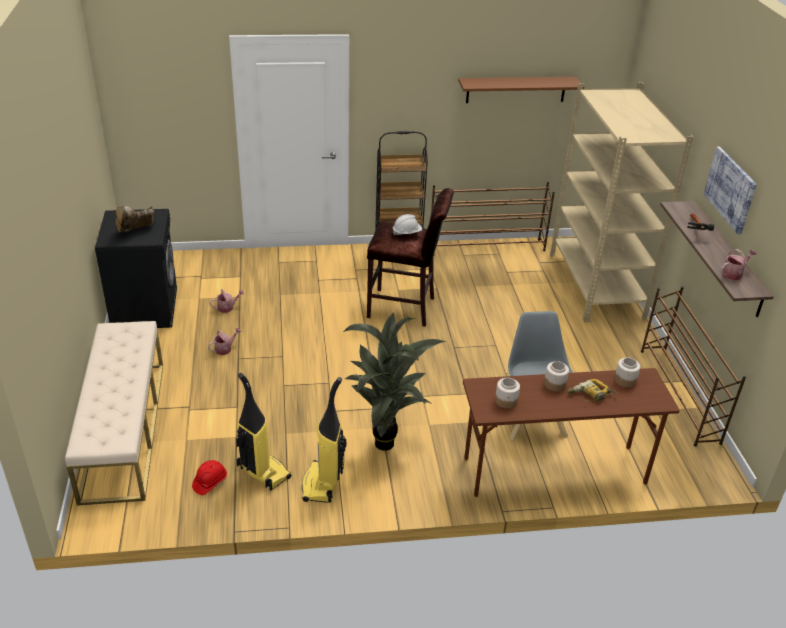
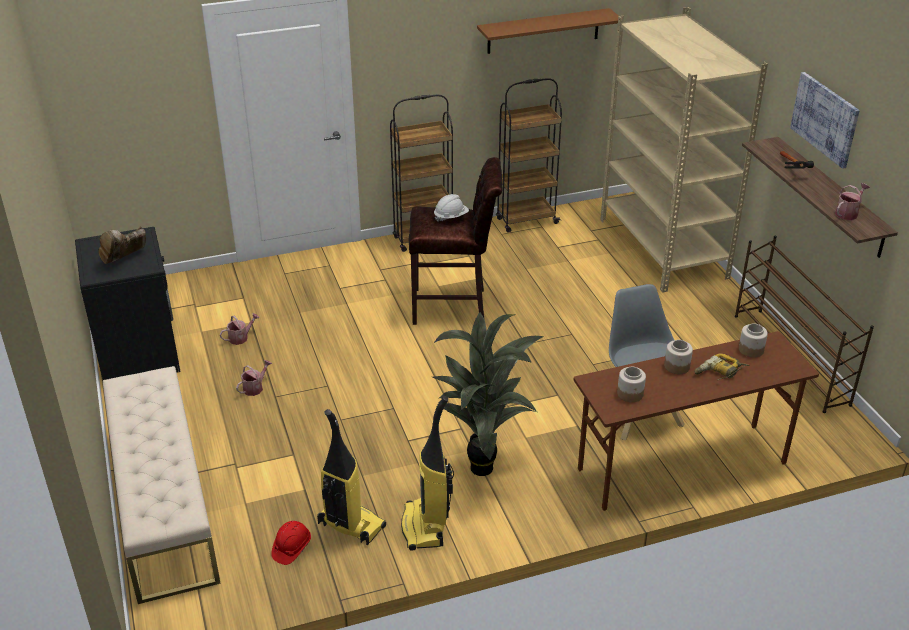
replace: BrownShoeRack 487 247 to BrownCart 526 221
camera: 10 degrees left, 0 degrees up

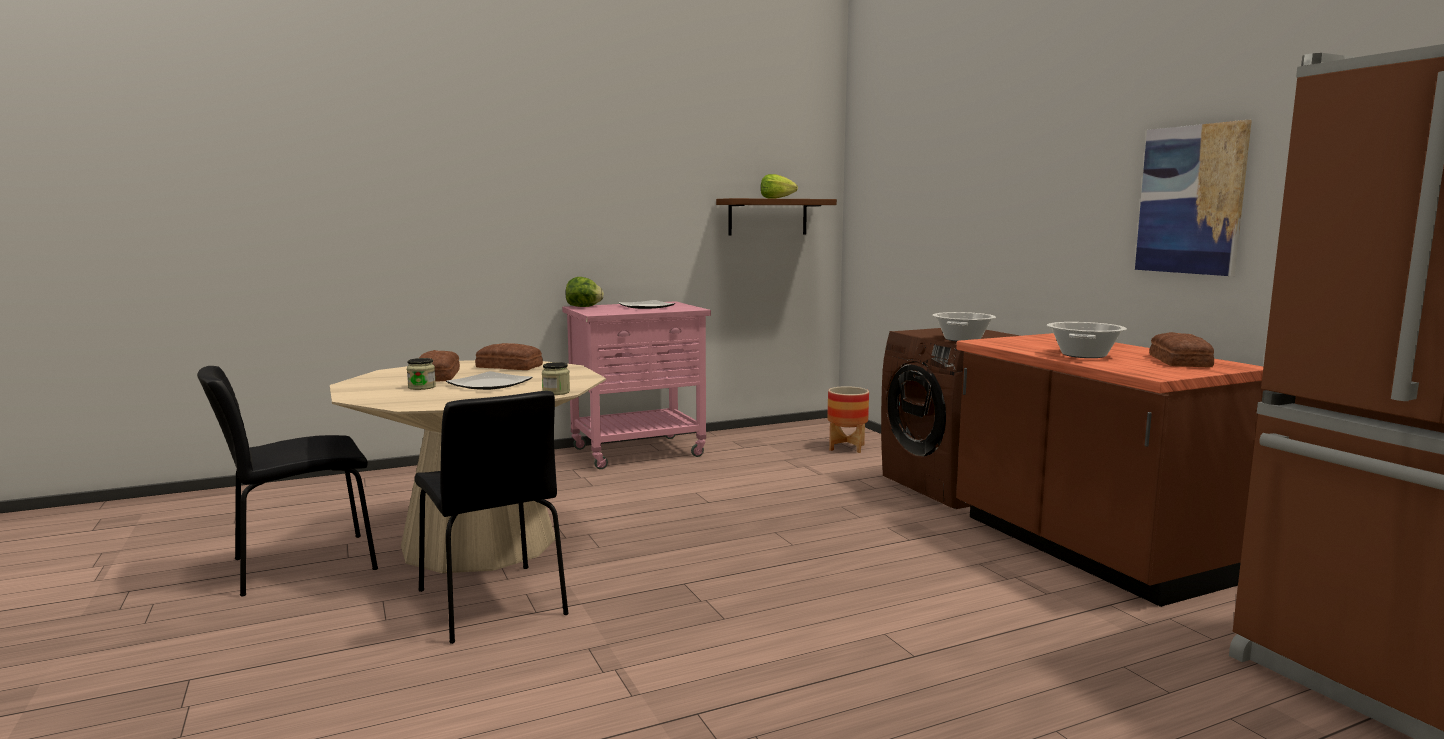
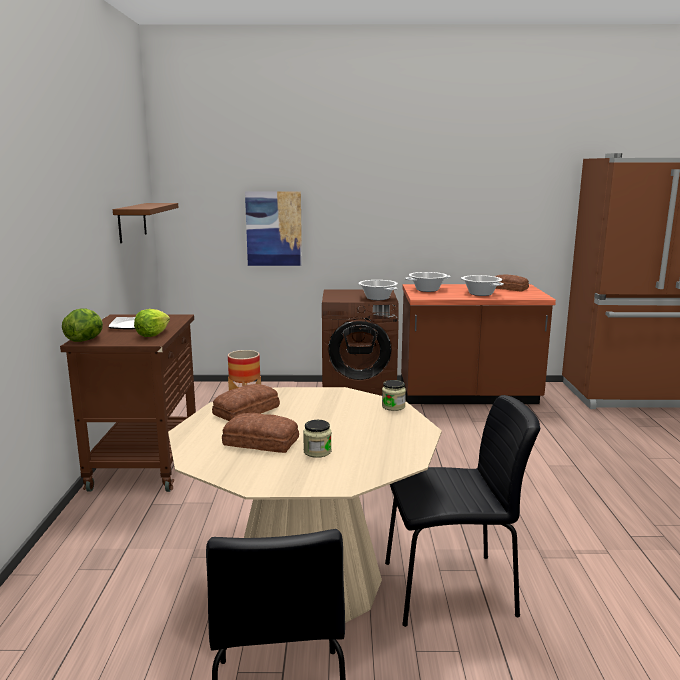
delete: Plate 491 384
insert: CookingPot 427 290
move: Lettuce 776 198 to 153 334; Picture 1191 200 to 274 228
recolor: PinkCart 639 452 to BrownCart 146 466
camera: 65 degrees left, 5 degrees up

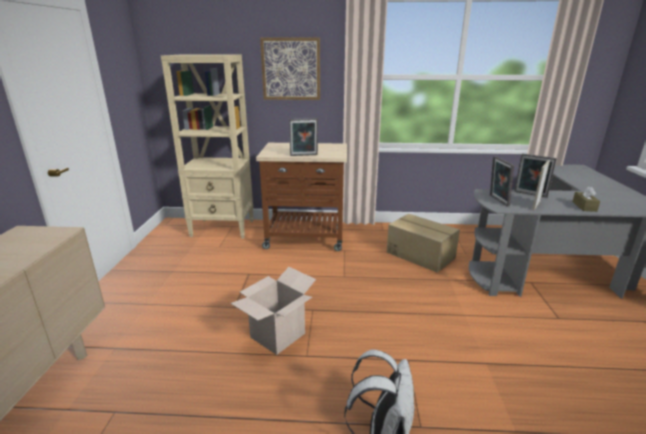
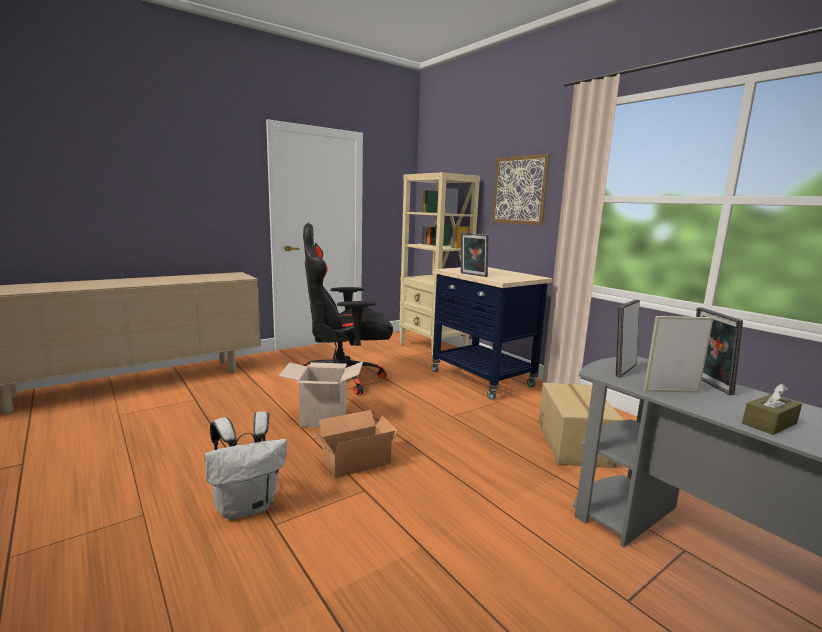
insert: BlackOfficeChair 347 380; CardboardBox 354 460
recolor: BrownCart 305 238 to BlueCart 482 379
camera: 50 degrees right, 10 degrees down

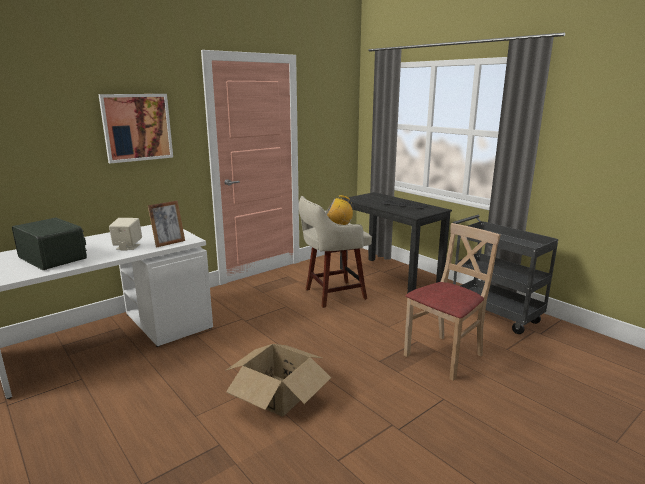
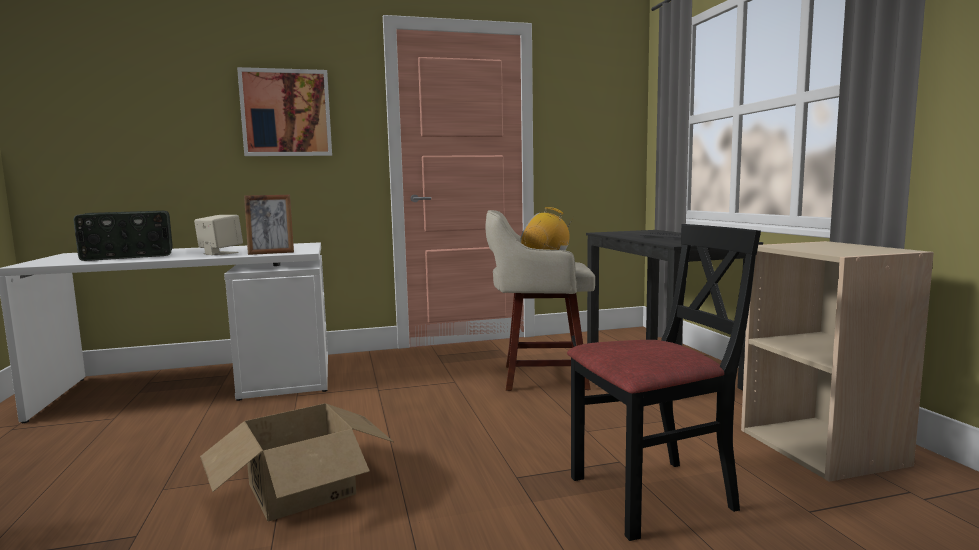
replace: GreyCart 492 315 to BeigeBookcase 823 447
recolor: BeigeChair 444 356 to BlackChair 652 495
rotate: Radio 54 258 = 128 256 90 degrees clockwise
camera: 25 degrees right, 10 degrees down

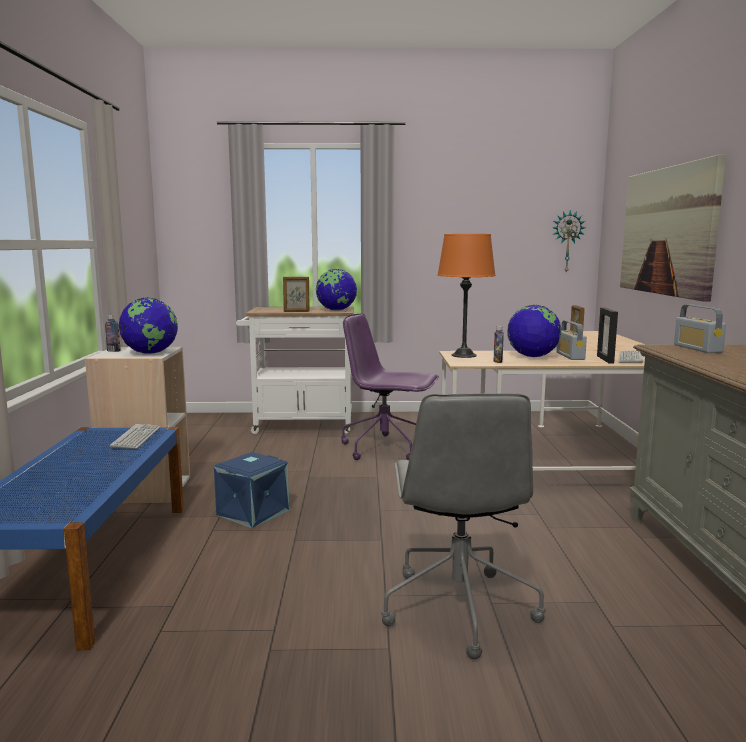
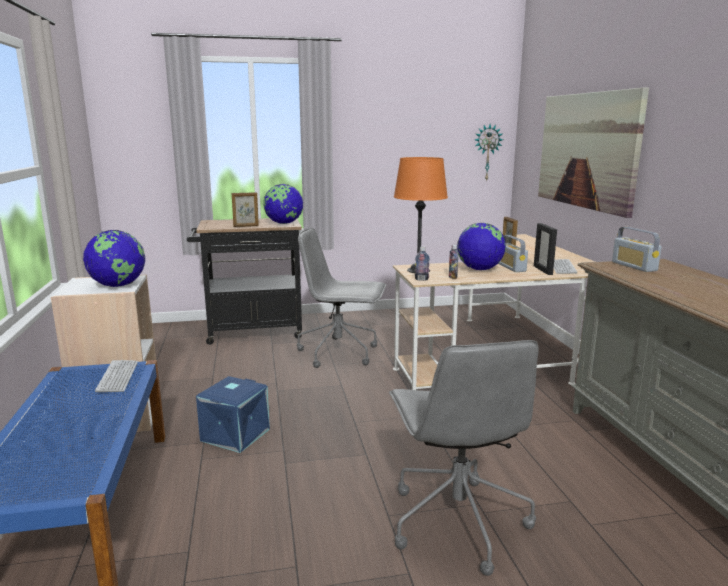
move: Bottle 113 351 to 421 279
recolor: WhiteCart 300 425 to BlackCart 251 332; PurpleOfficeChair 388 449 to GreyOfficeChair 342 353
camera: 10 degrees left, 5 degrees up

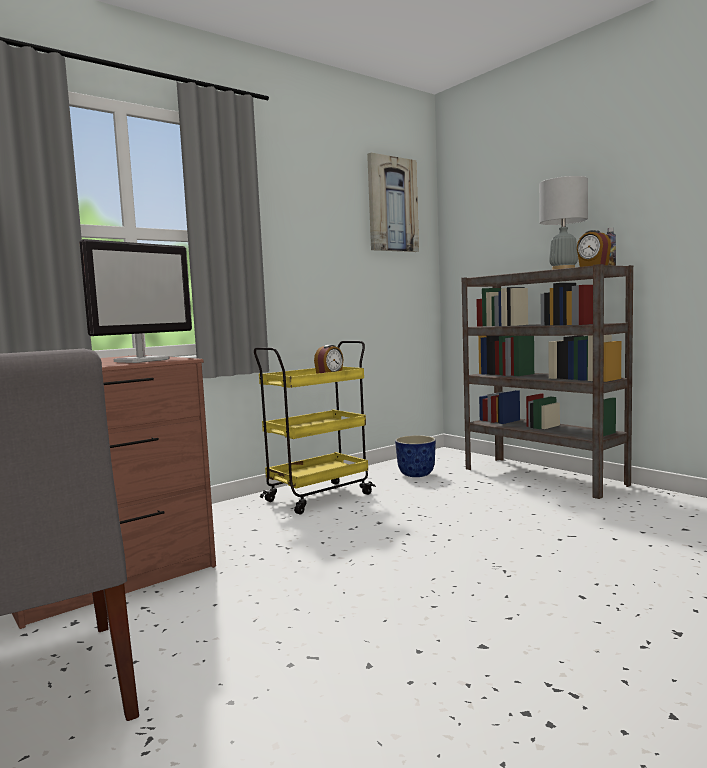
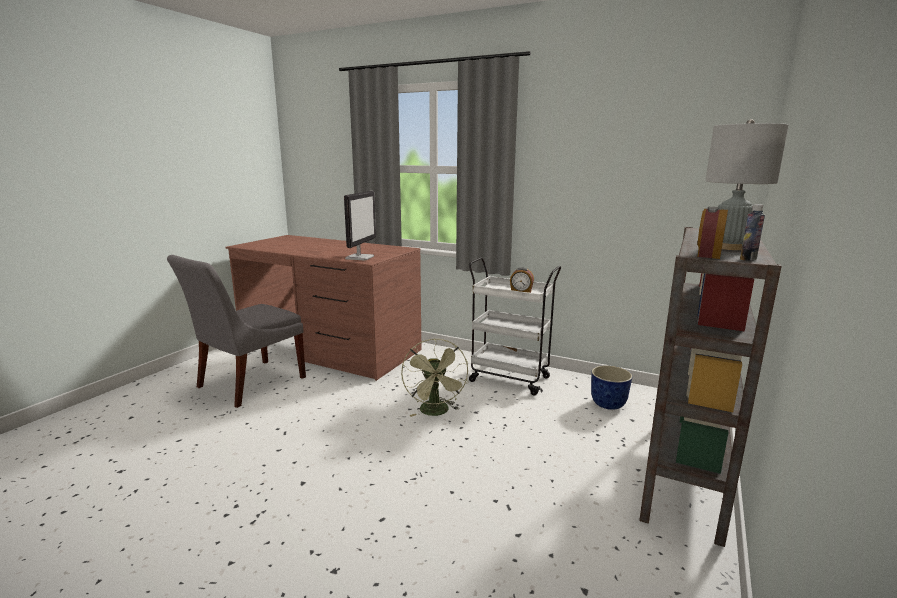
delete: Picture 392 204
insert: GreenFan 436 412
recolor: YellowCart 319 497 to WhiteCart 510 379
rotate: Monitor 142 361 = 360 257 90 degrees counterclockwise
camera: 65 degrees right, 10 degrees up

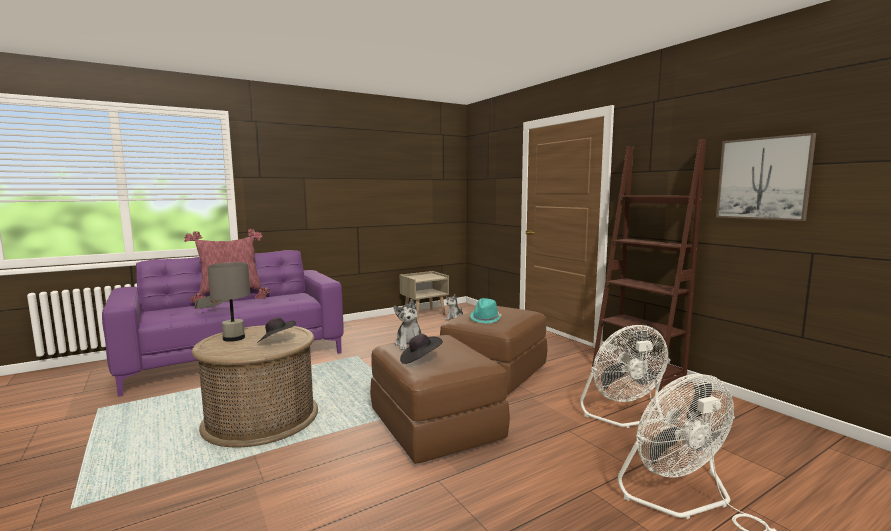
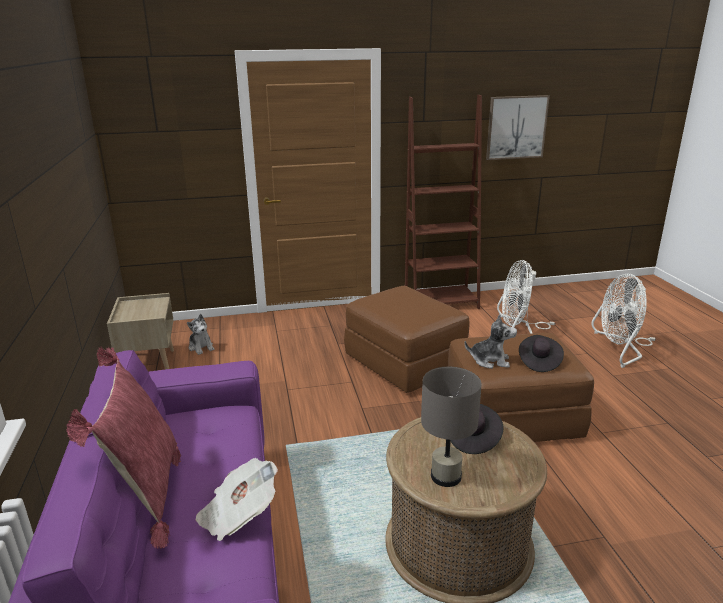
delete: TurquoiseHat 485 319
camera: 70 degrees left, 15 degrees up

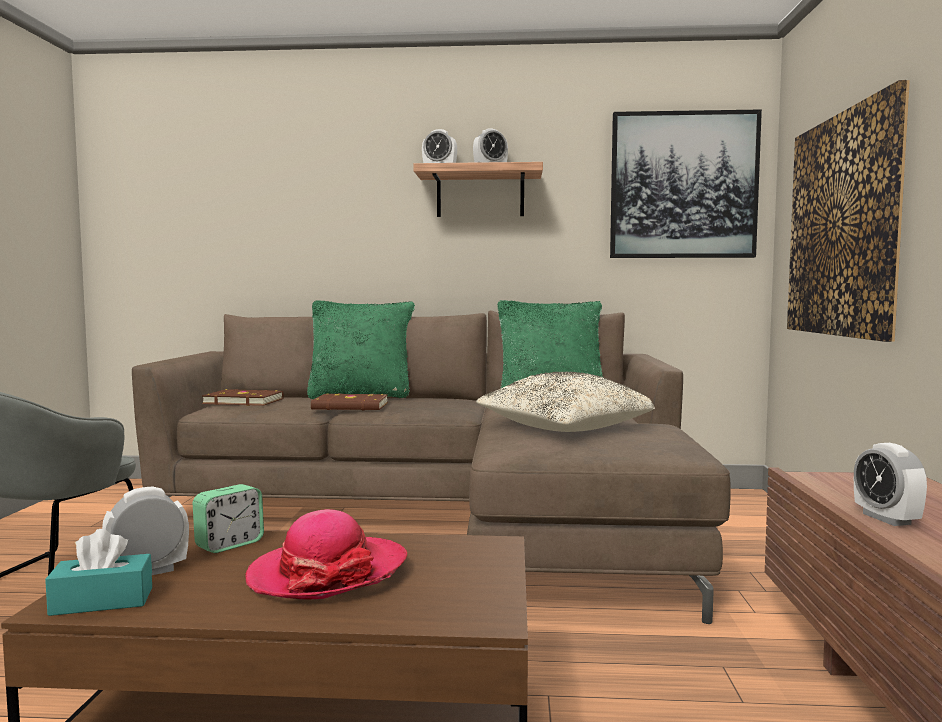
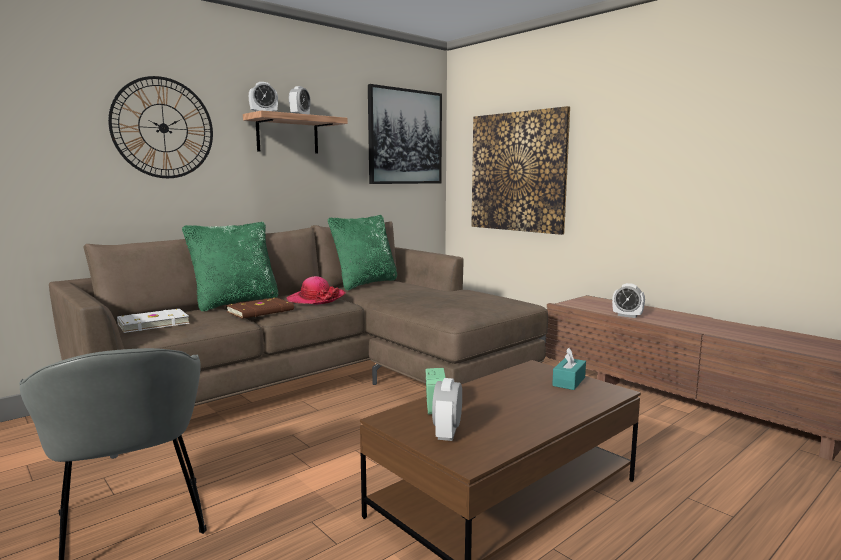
delete: BeigePillow 566 425
insert: WallClock 163 128
move: TurquoiseTissueBox 102 601 to 569 381; Hat 328 572 to 316 299
recolor: BrownBook 244 401 to WhiteBook 152 323
camera: 45 degrees left, 5 degrees up

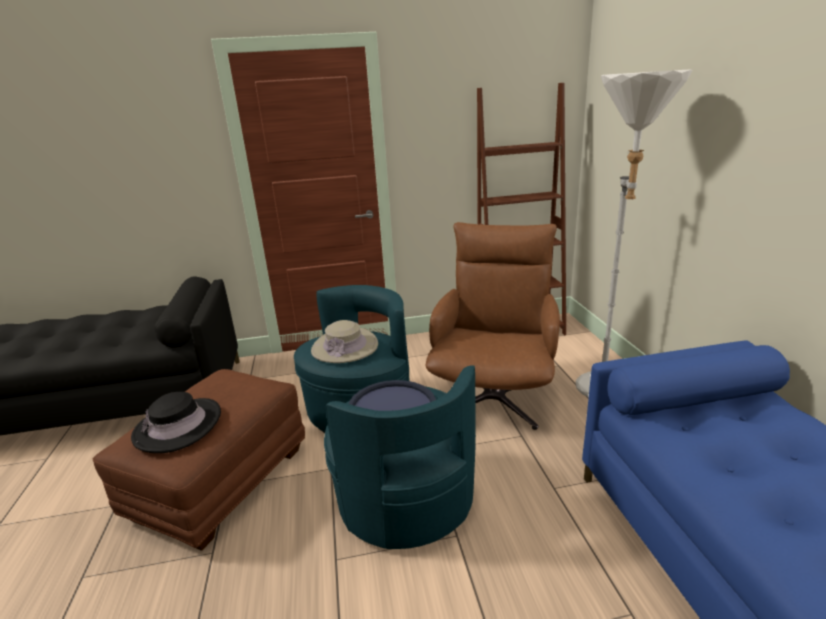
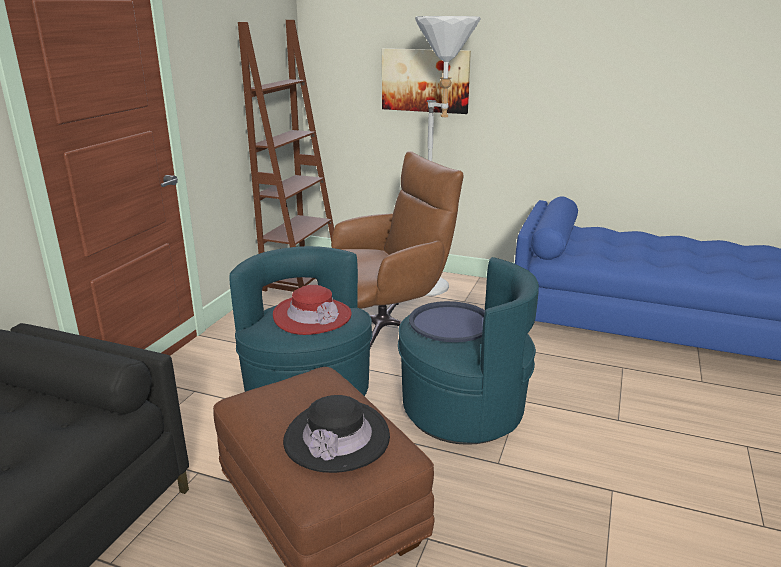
insert: Picture 425 80
recolor: BeigeHat 345 347 to RedHat 312 316
rotate: BrownArmchair 494 398 = 383 327 105 degrees clockwise
camera: 60 degrees left, 0 degrees up

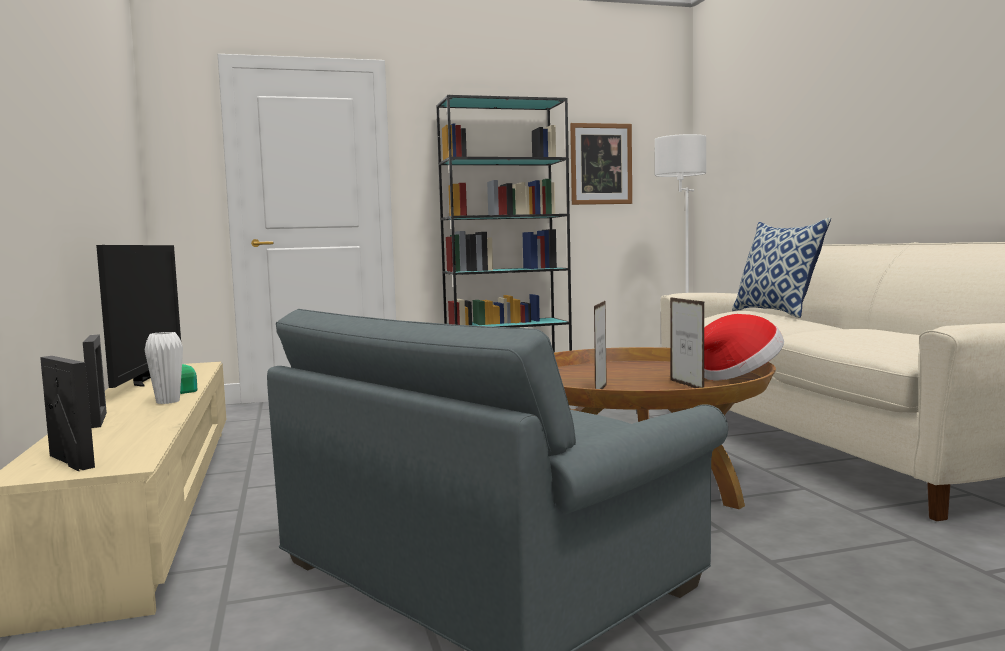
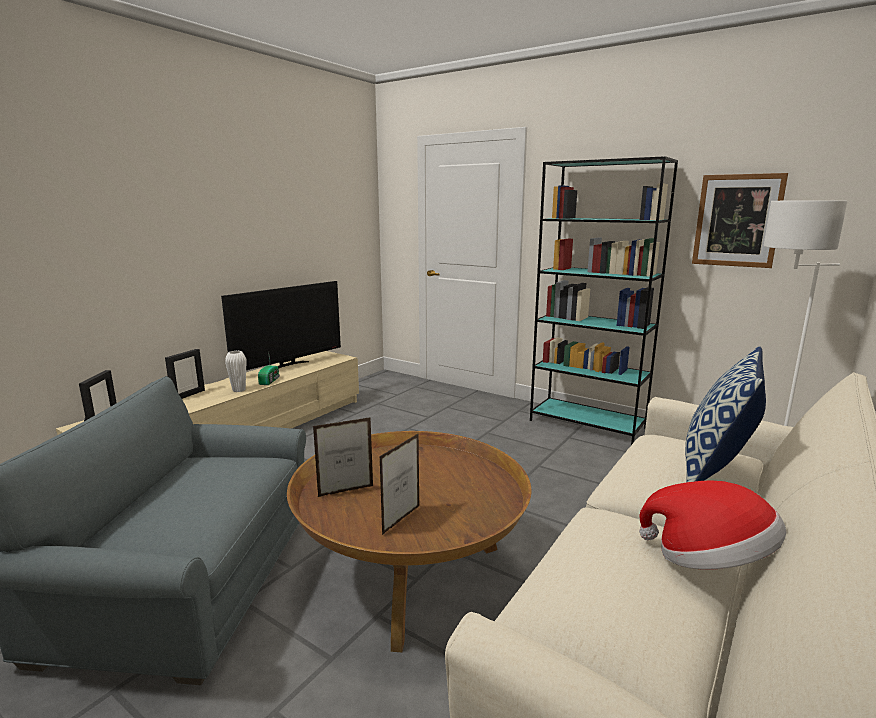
move: Hat 736 377 to 708 560
camera: 50 degrees right, 10 degrees up

